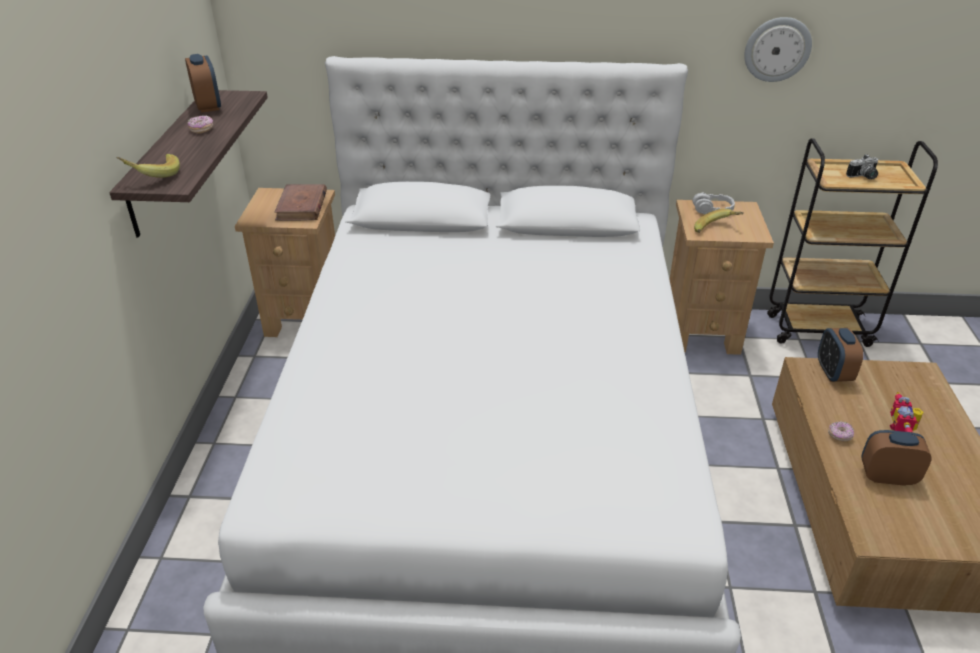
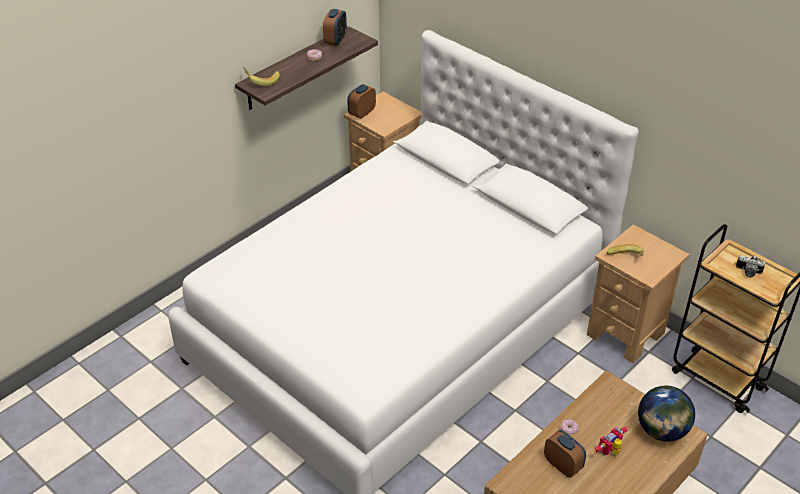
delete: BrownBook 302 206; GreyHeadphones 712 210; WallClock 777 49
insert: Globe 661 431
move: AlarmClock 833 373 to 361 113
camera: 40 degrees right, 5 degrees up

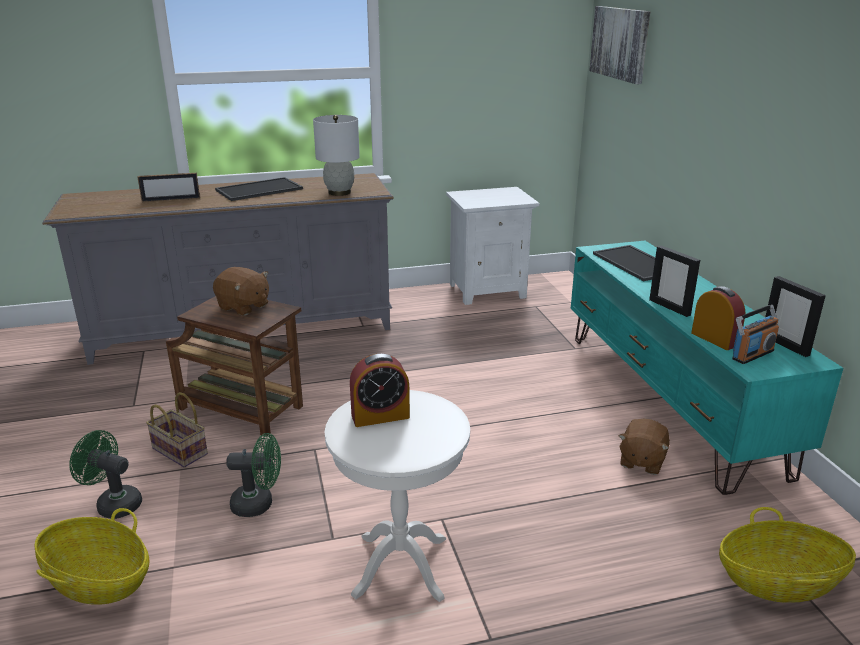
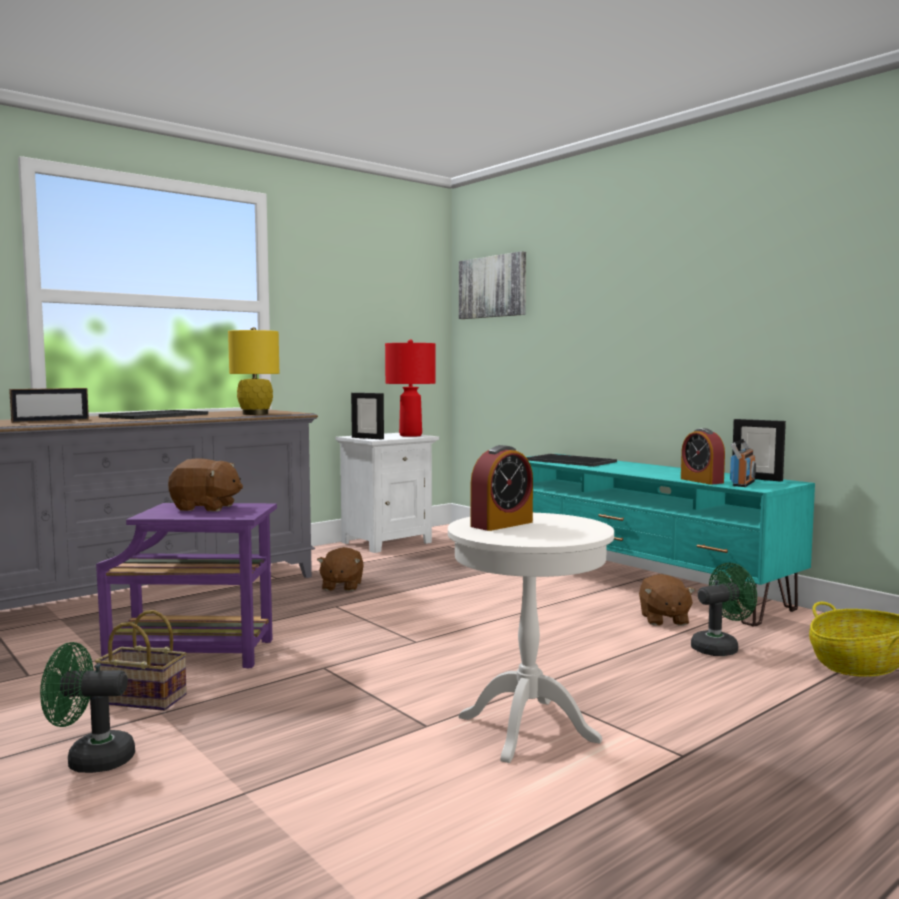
delete: Basket 99 580
insert: BrownPlushToy 341 586; RedTableLamp 410 435
move: GreenFan 259 504 to 720 648; PictureFrame 670 307 to 368 438
recolor: BrownSideTable 243 409 to PurpleSideTable 196 654; WhiteTableLamp 339 192 to YellowTableLamp 255 414
rotate: AlarmClock 714 339 = 701 481 150 degrees counterclockwise
camera: 25 degrees left, 20 degrees down

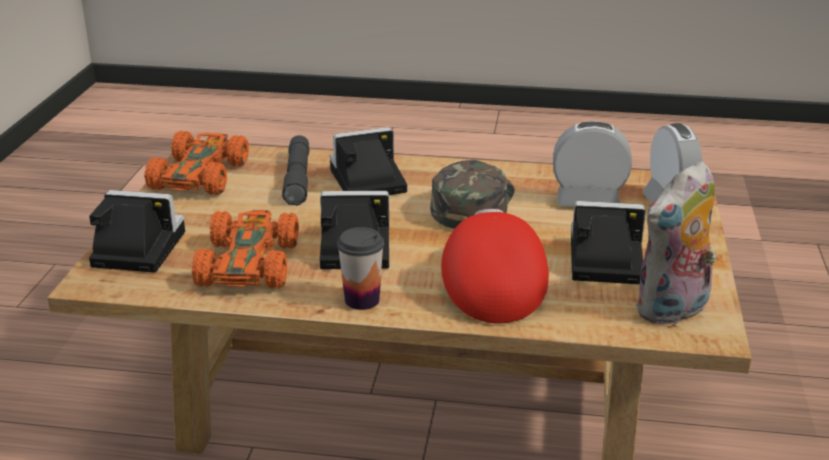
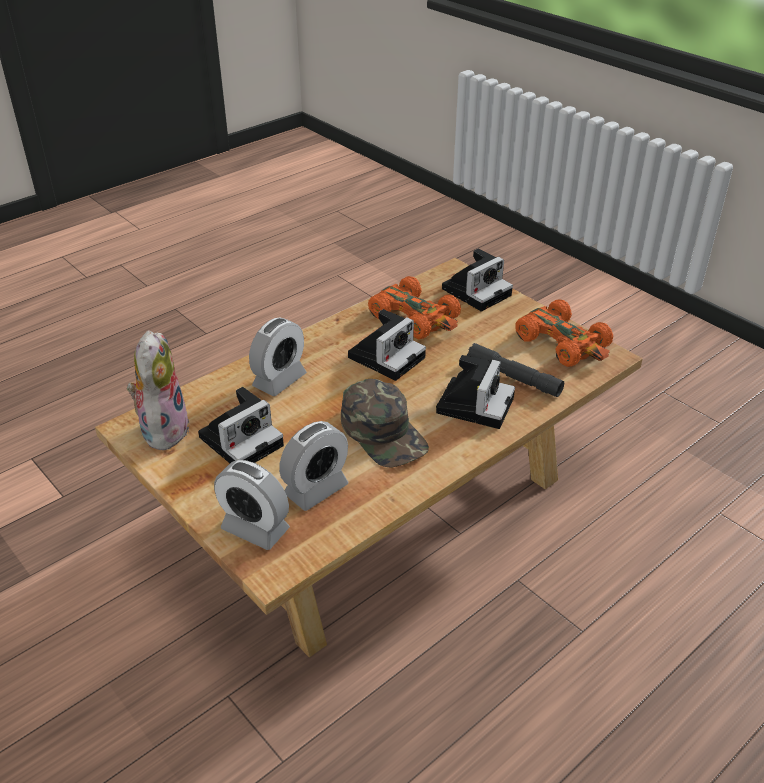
delete: Cup 362 300
replace: RedCap 490 287 to AlarmClock 279 380
camera: 130 degrees right, 10 degrees up

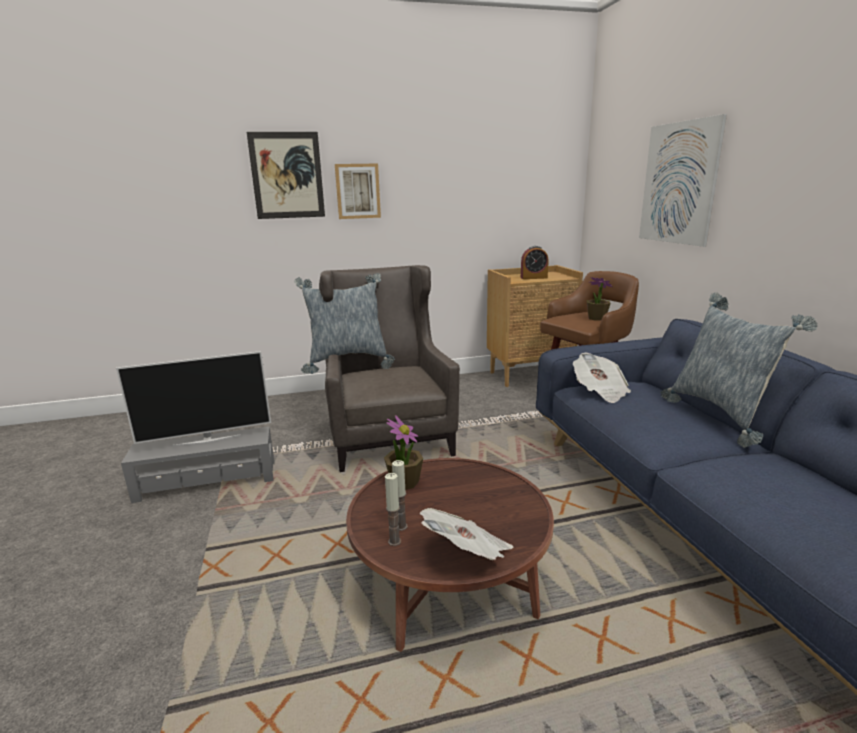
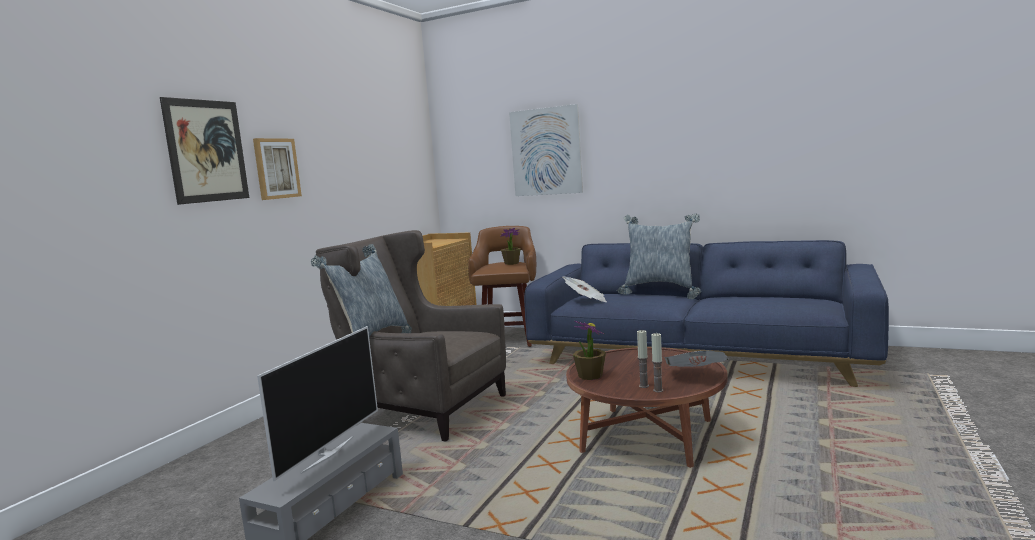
delete: AlarmClock 533 278
camera: 50 degrees left, 10 degrees down

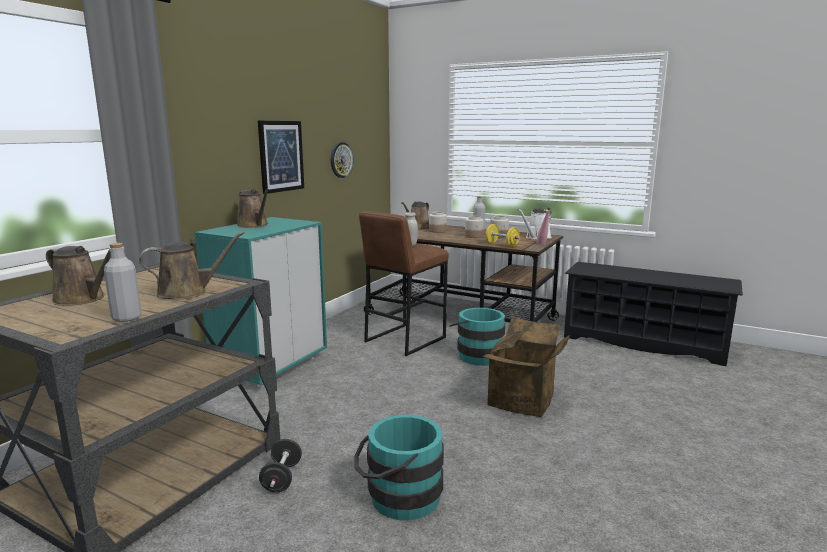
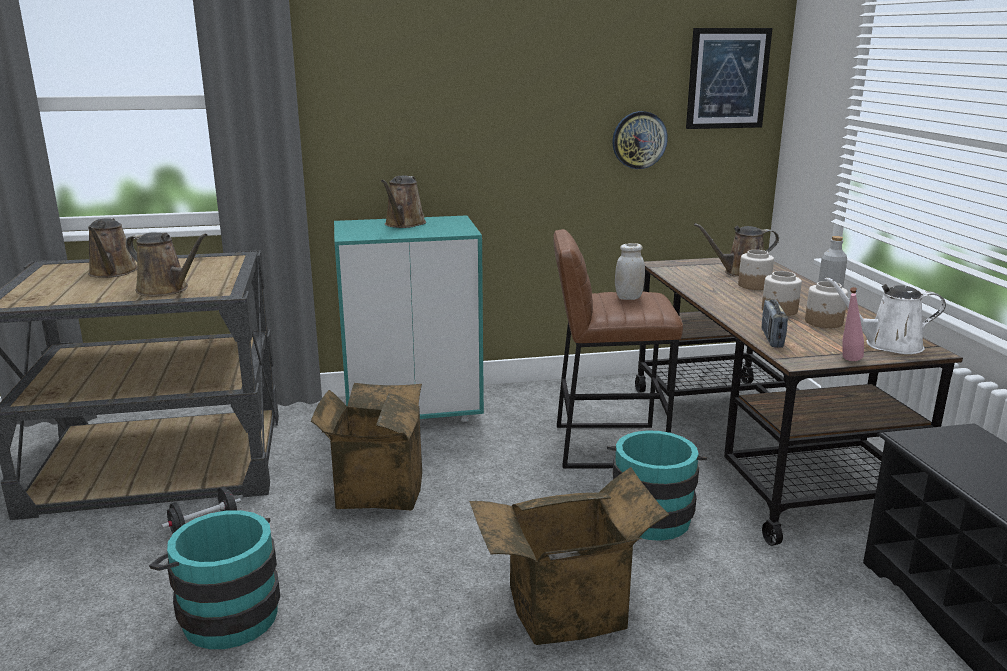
delete: GreyBottle 126 318
insert: CardboardBox 376 489
move: Picture 281 156 to 727 78
replace: YellowDumbbell 502 244 to Radio 772 338
camera: 50 degrees right, 5 degrees up

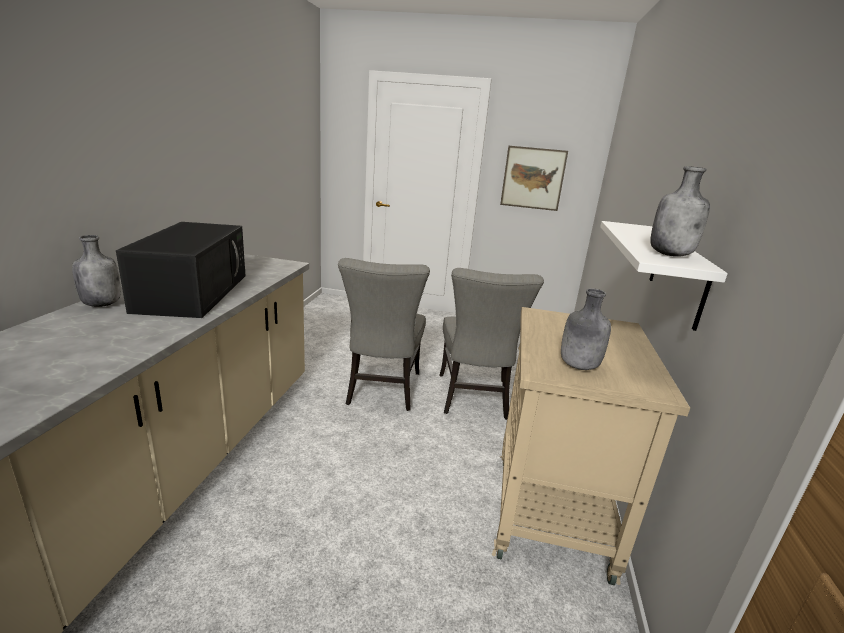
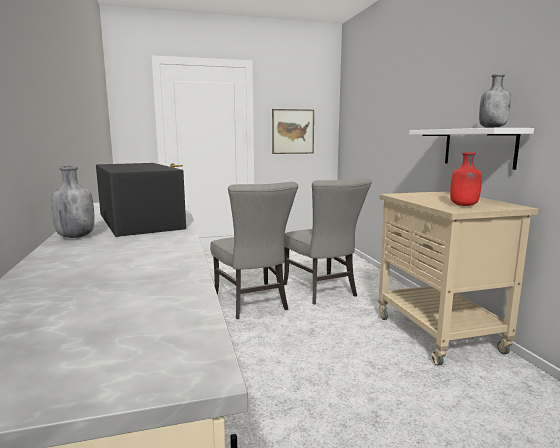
recolor: GreyBottle 578 366 to RedBottle 463 205
camera: 25 degrees left, 10 degrees down

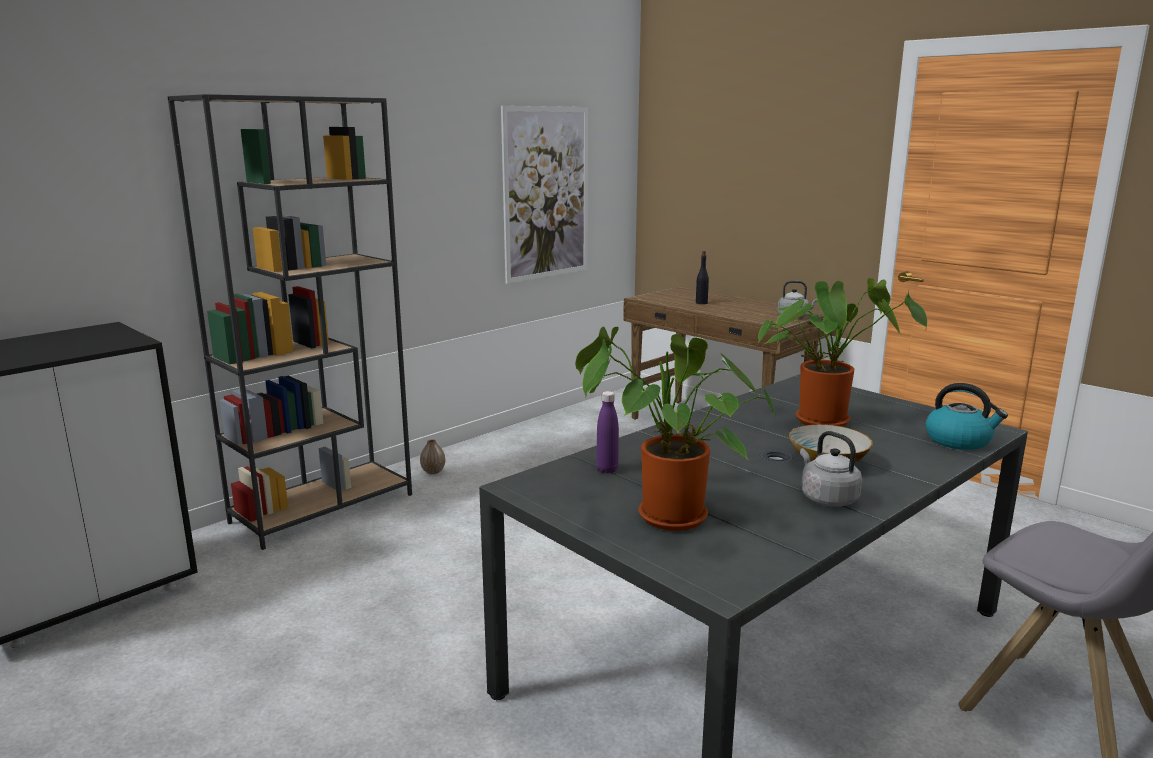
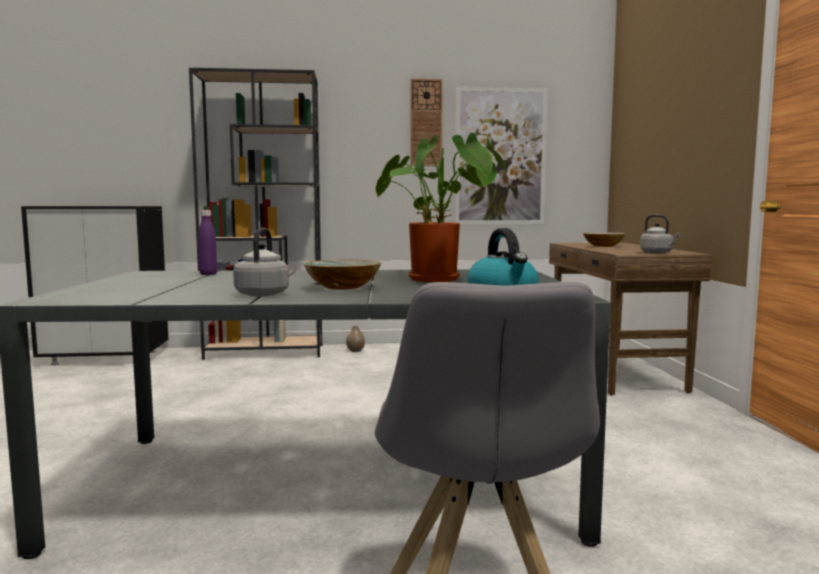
delete: PottedPlant 664 518
insert: WallClock 426 123
replace: BlackBottle 701 303 to Bowl 603 246
camera: 40 degrees right, 10 degrees down

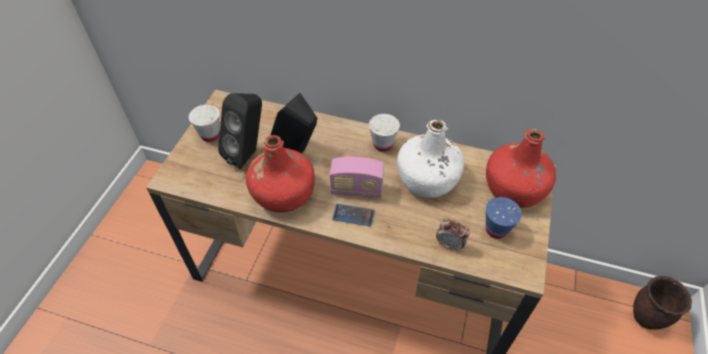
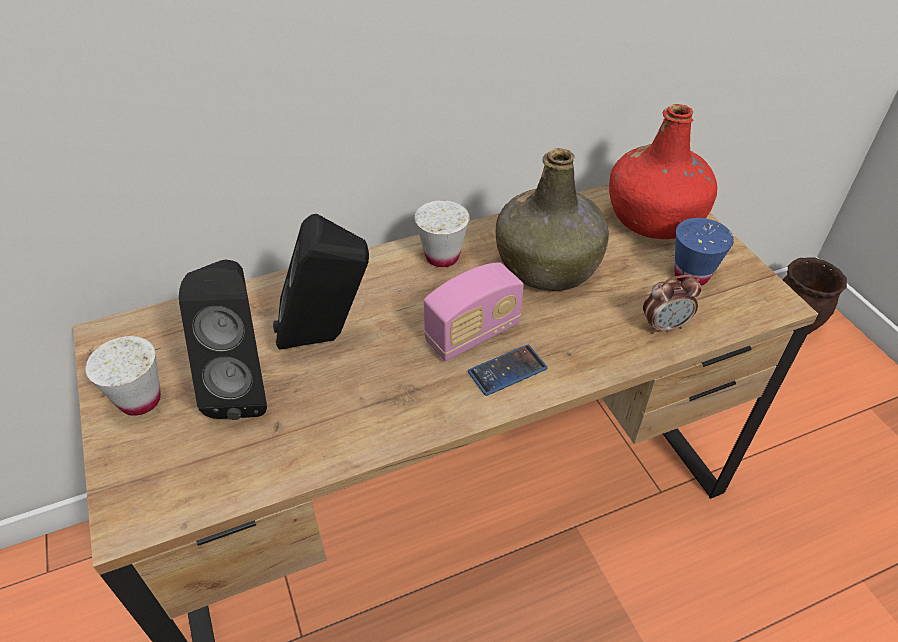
delete: RedBottle 283 193
recolor: WhiteBottle 428 179 to GreenBottle 548 265
camera: 40 degrees left, 5 degrees down

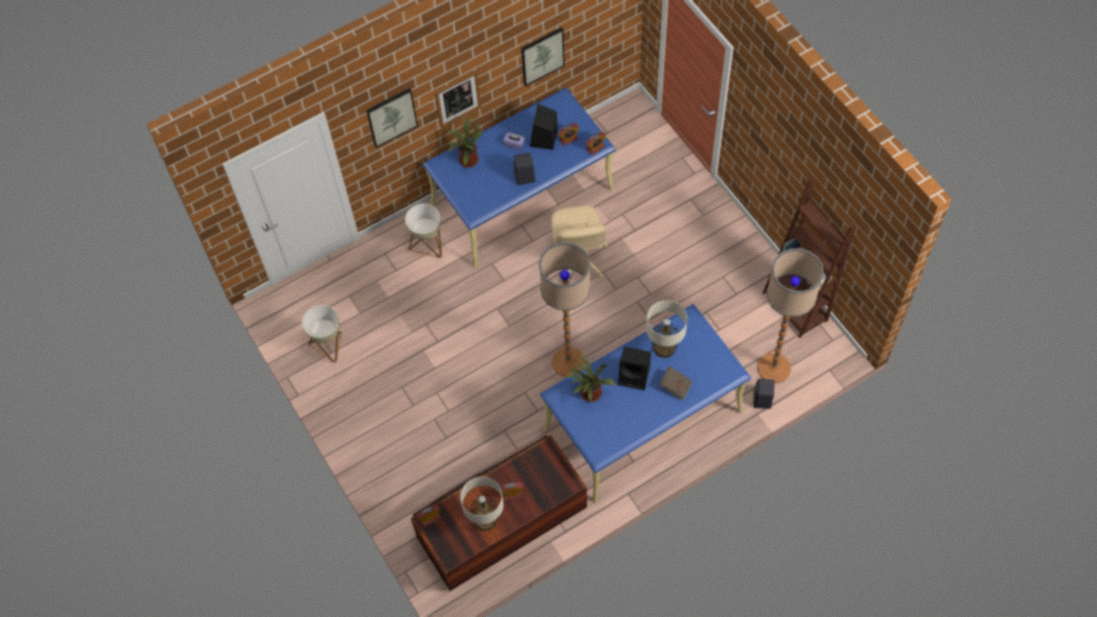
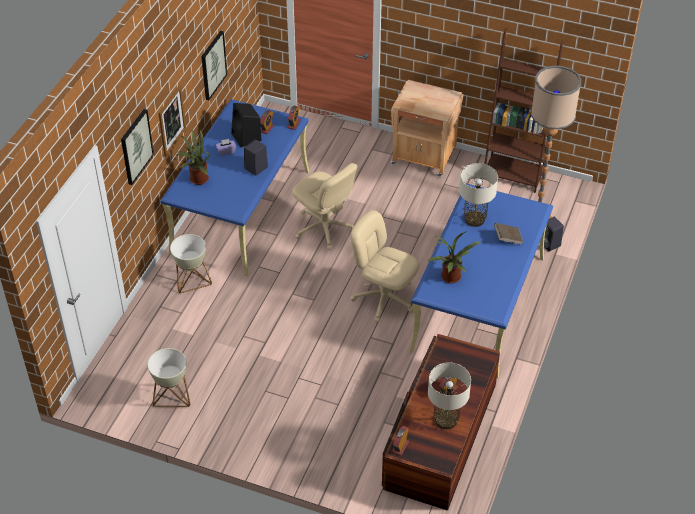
delete: BlackSpeaker 635 376
insert: BrownCart 424 158
replace: FloorLamp 568 362 to BeigeOfficeChair 384 298
camera: 40 degrees left, 15 degrees down

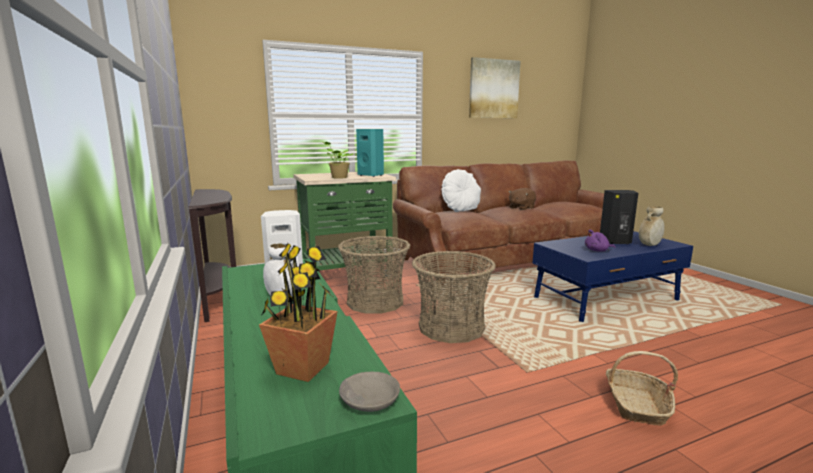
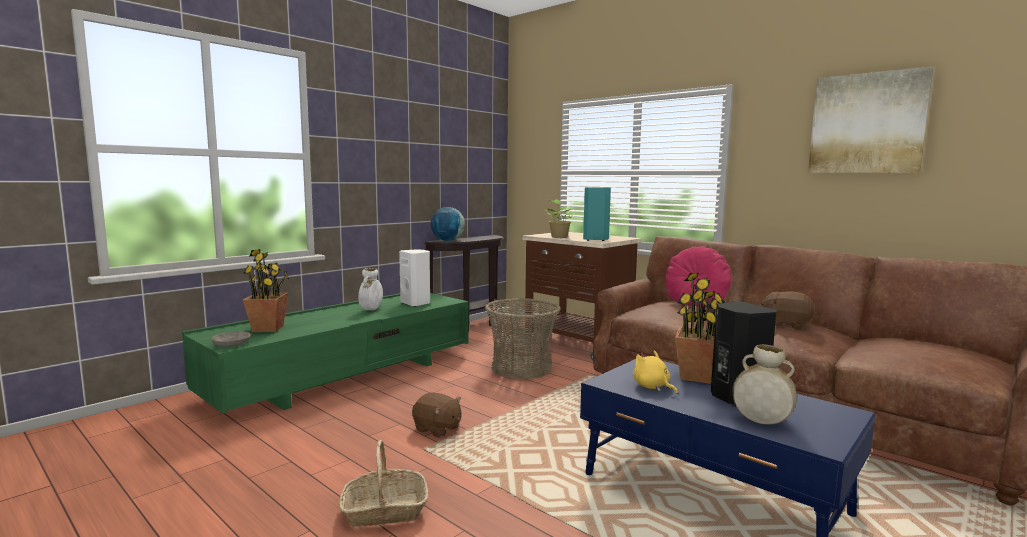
delete: Basket 451 327
insert: BrownPlushToy 437 429; Globe 447 240; PottedPlant 696 376
recolor: GreenCart 346 273 to BrownCart 578 345; WhitePillow 460 210 to PinkPillow 696 305; PurplePlushToy 598 250 to YellowPlushToy 652 387
camera: 65 degrees right, 5 degrees down

